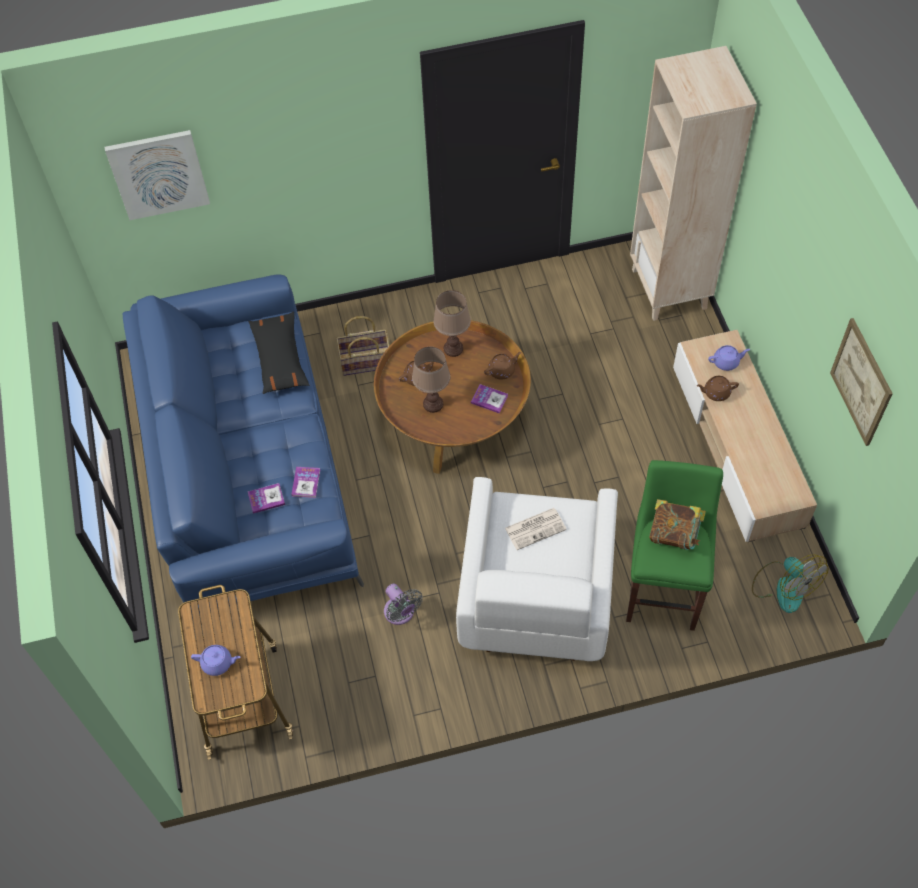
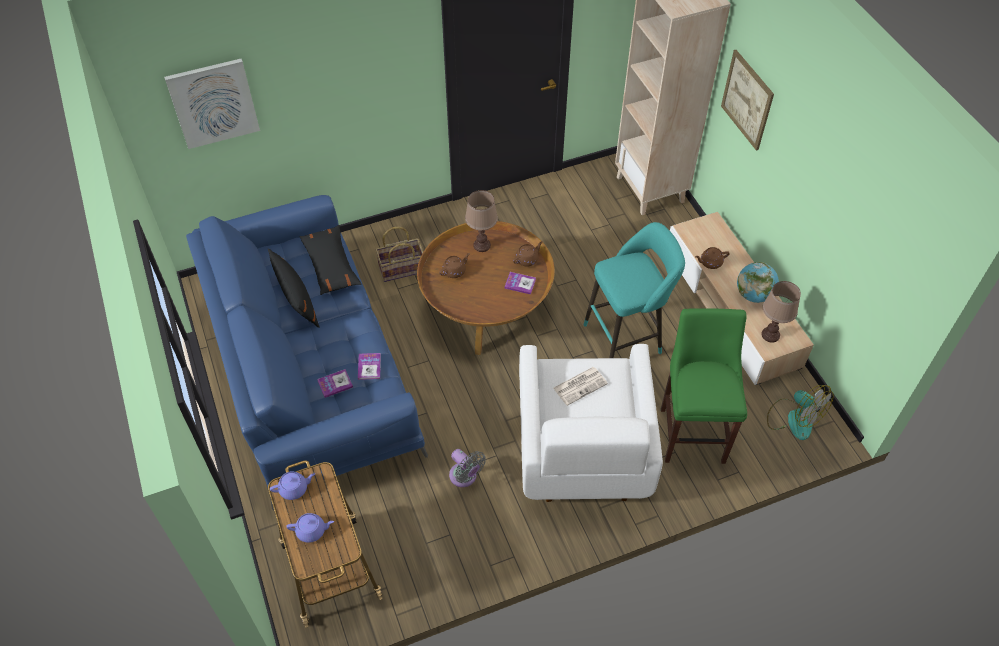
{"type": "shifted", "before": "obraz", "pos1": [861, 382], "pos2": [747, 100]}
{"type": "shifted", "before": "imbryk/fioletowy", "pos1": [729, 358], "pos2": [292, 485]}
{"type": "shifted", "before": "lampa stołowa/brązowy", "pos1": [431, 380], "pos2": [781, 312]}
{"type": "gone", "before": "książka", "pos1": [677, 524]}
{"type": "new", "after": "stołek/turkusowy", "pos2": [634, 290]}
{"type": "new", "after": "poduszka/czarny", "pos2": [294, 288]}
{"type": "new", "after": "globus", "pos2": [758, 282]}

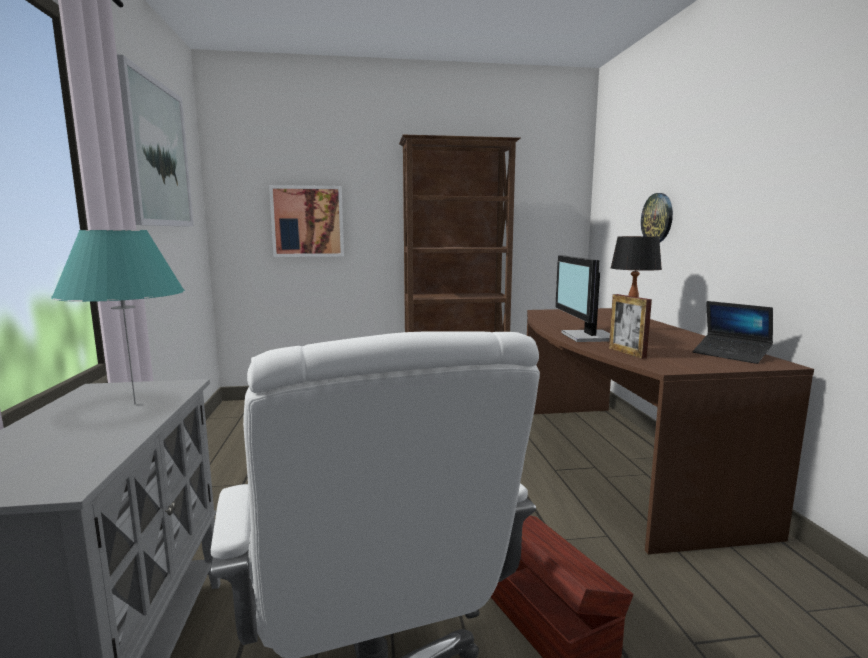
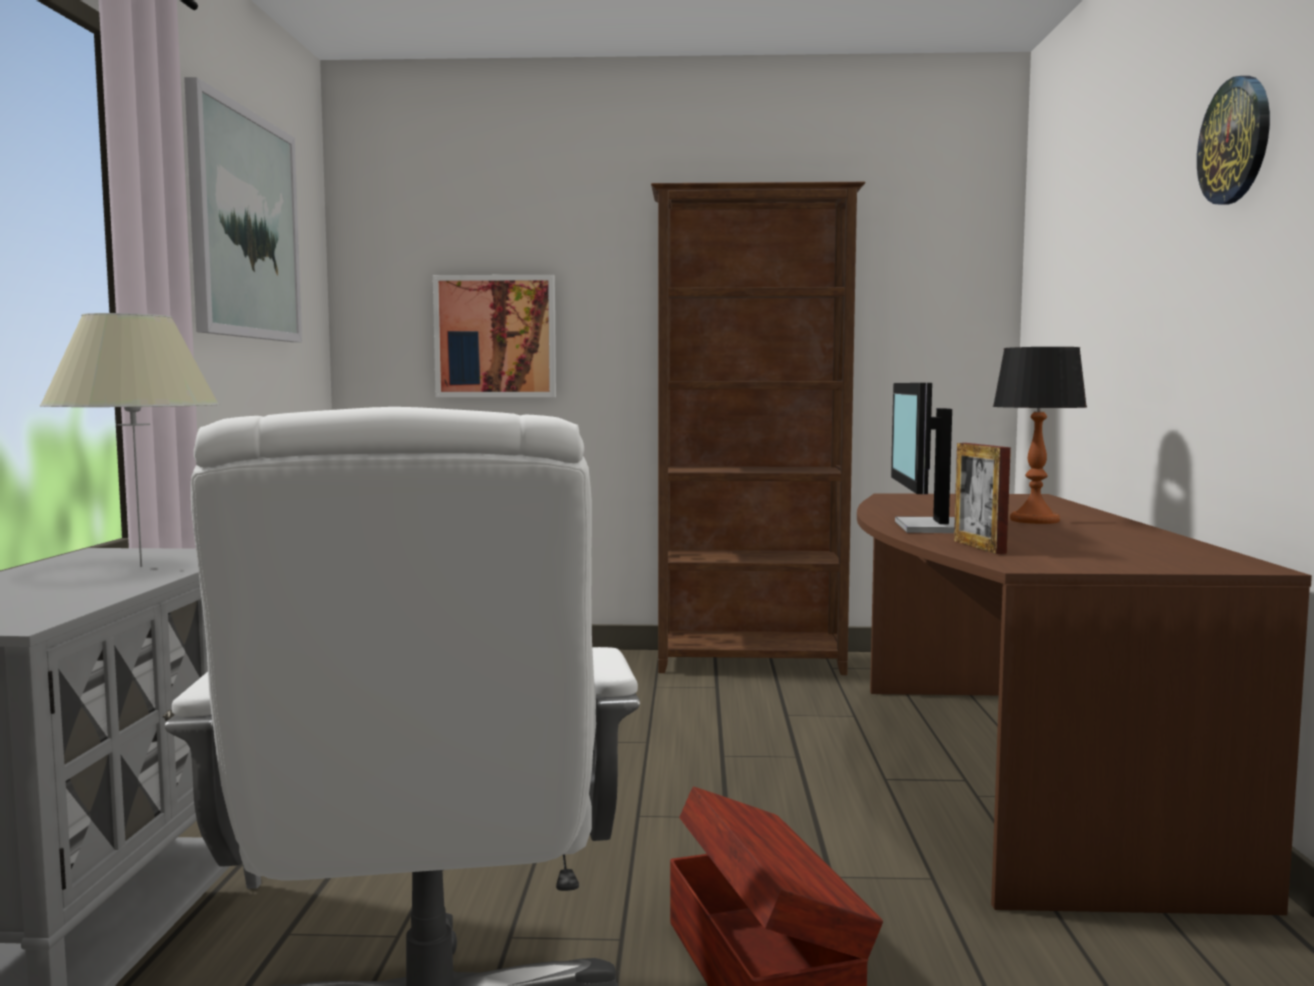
{"type": "shifted", "before": "zegar ścienny", "pos1": [657, 217], "pos2": [1233, 140]}
{"type": "repainted", "before": "lampa stołowa/turkusowy", "after": "lampa stołowa/beżowy", "pos1": [118, 317], "pos2": [129, 440]}
{"type": "gone", "before": "laptop", "pos1": [733, 332]}

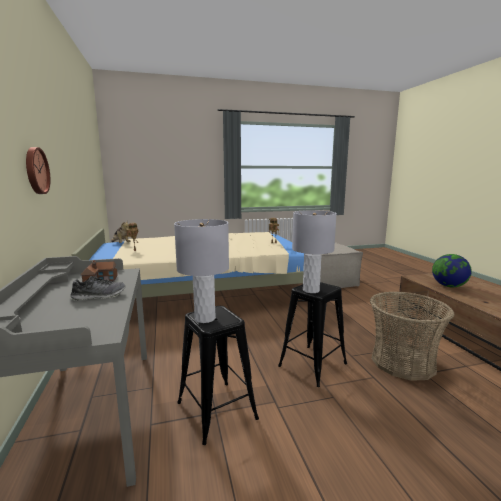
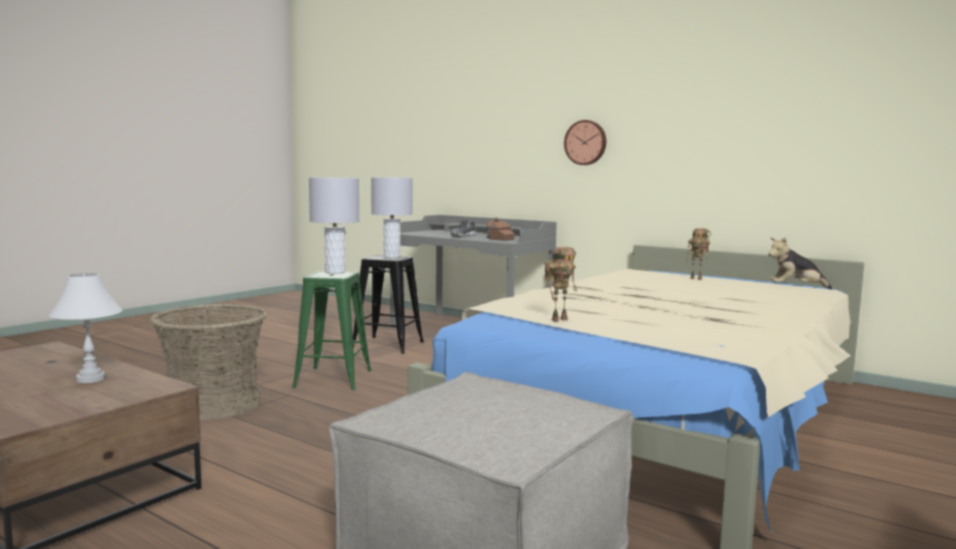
{"type": "swapped", "before": "globus", "after": "lampa stołowa/biały", "pos1": [452, 270], "pos2": [85, 328]}
{"type": "repainted", "before": "stołek/czarny", "after": "stołek/zielony", "pos1": [312, 334], "pos2": [331, 330]}

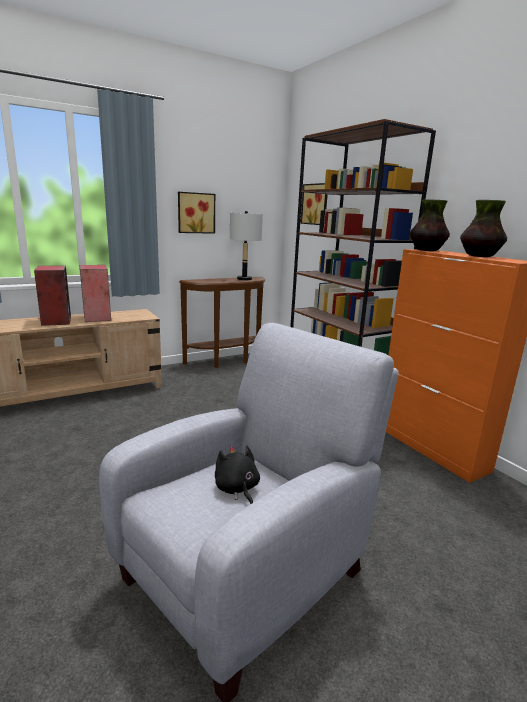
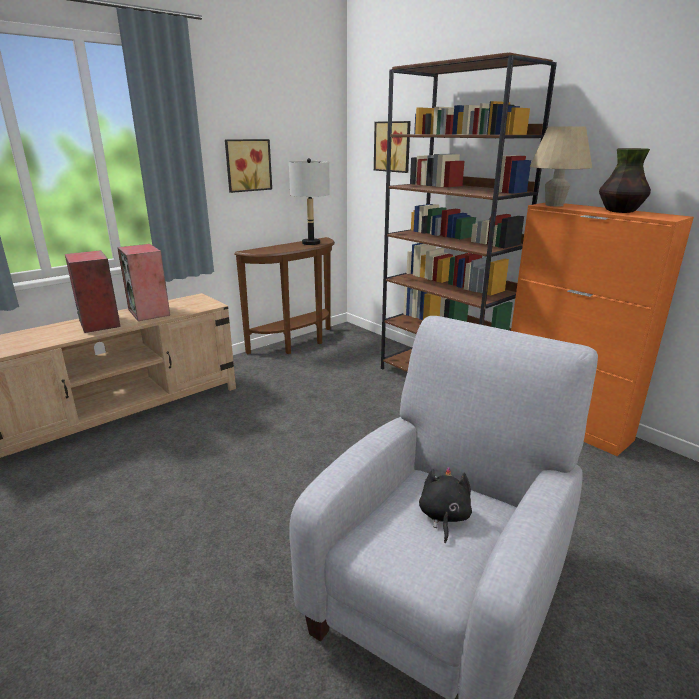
{"type": "swapped", "before": "wazon", "after": "lampa stołowa/beżowy", "pos1": [430, 225], "pos2": [561, 166]}
{"type": "rotated", "before": "pluszak/czarny", "pos1": [237, 474], "pos2": [445, 505], "turn": 45}

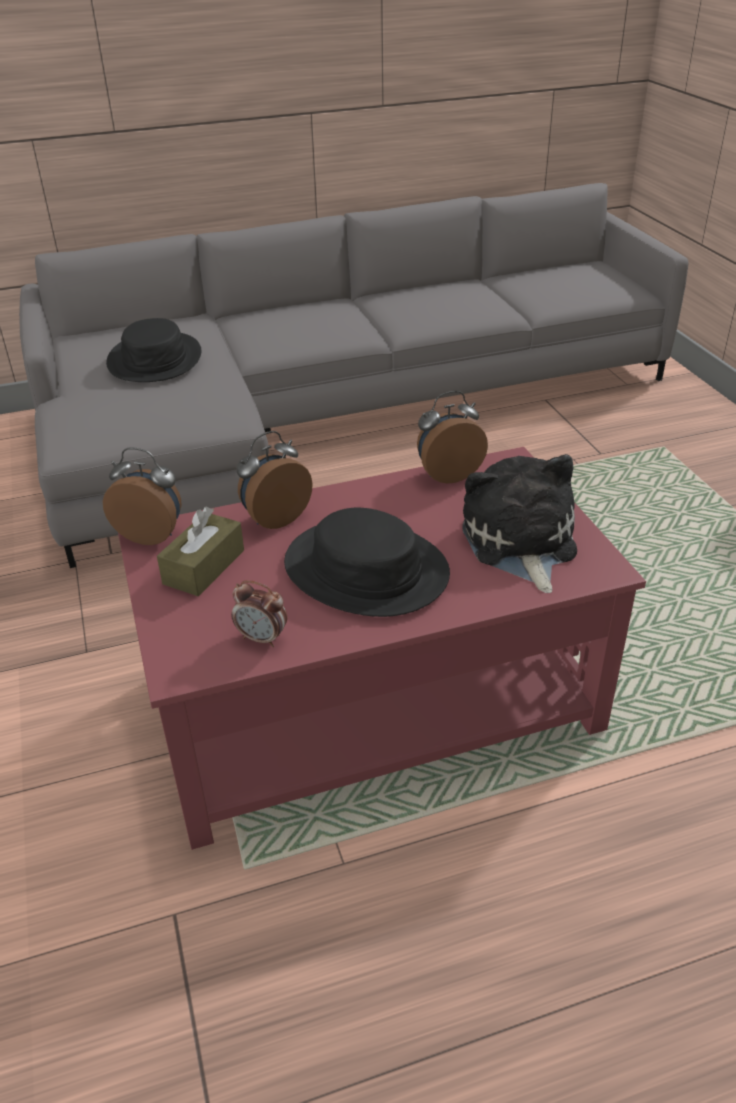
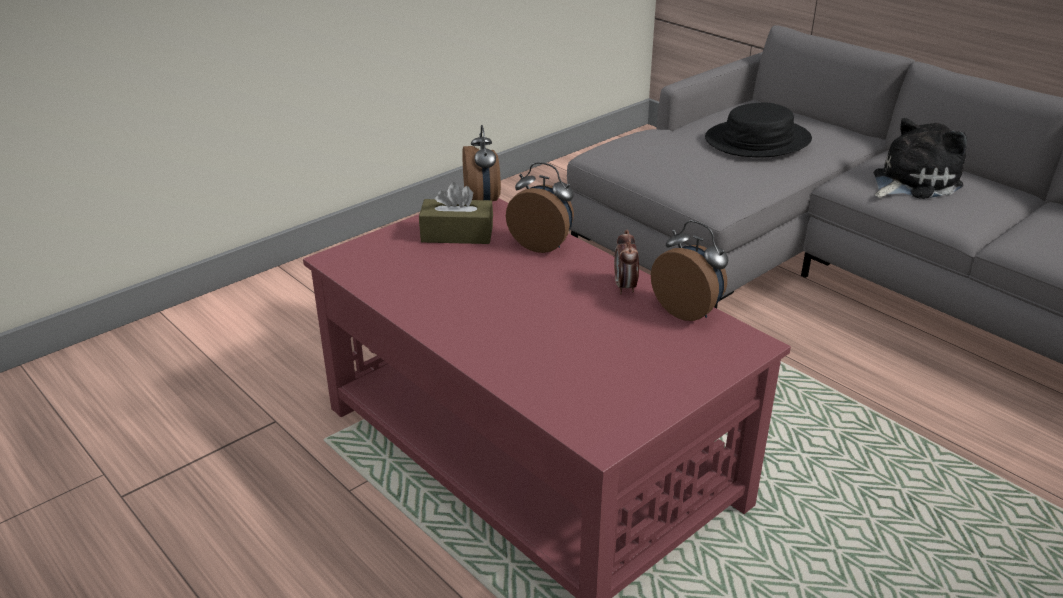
{"type": "shifted", "before": "pluszak", "pos1": [519, 523], "pos2": [920, 158]}
{"type": "gone", "before": "kapelusz/czarny", "pos1": [367, 562]}
{"type": "shifted", "before": "budzik", "pos1": [259, 613], "pos2": [626, 262]}

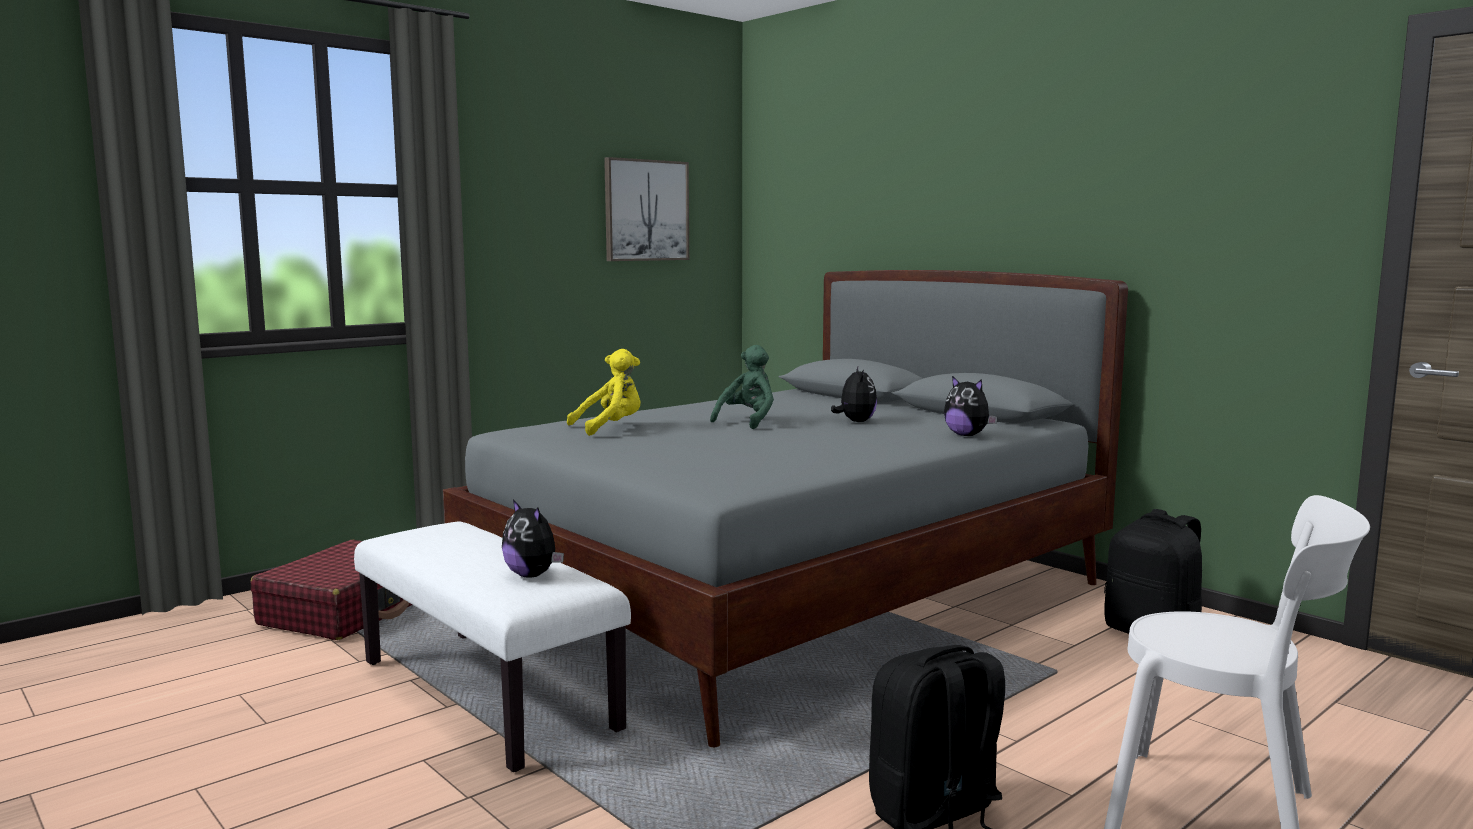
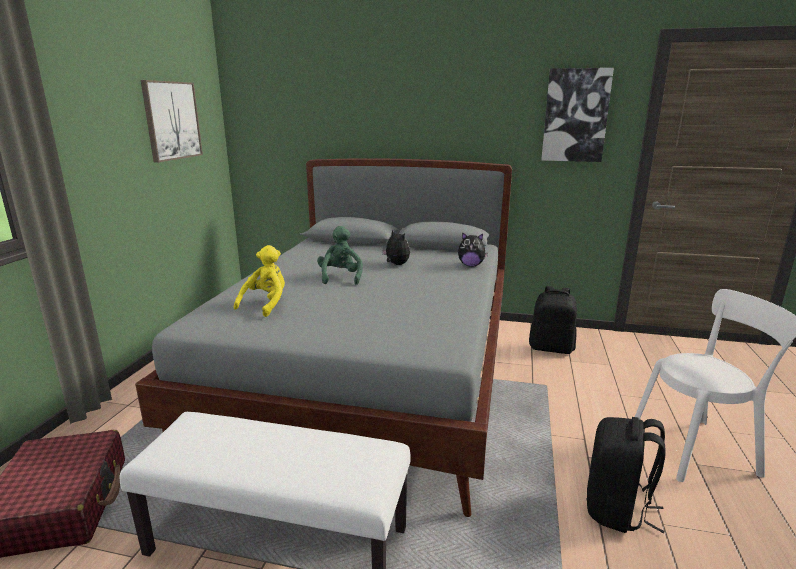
{"type": "gone", "before": "pluszak", "pos1": [533, 539]}
{"type": "new", "after": "obraz", "pos2": [577, 115]}

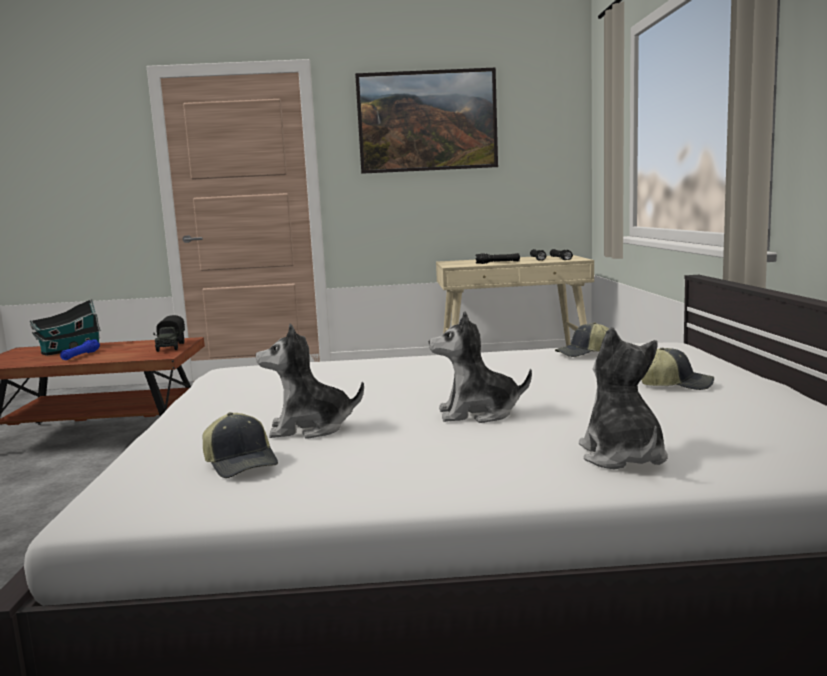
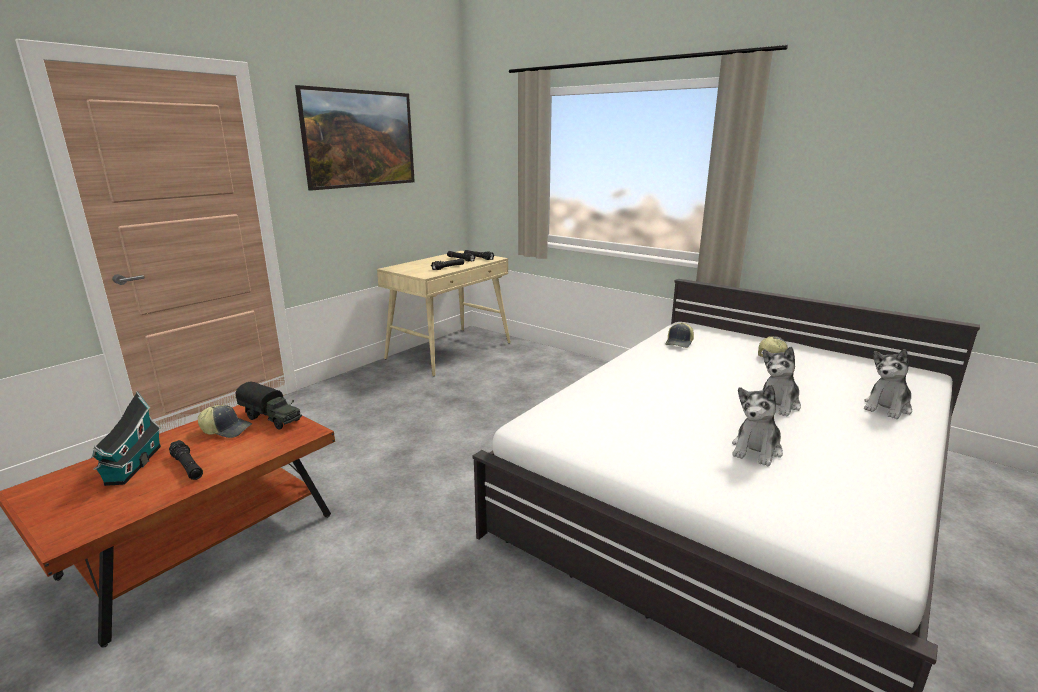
{"type": "rotated", "before": "pluszak", "pos1": [623, 398], "pos2": [888, 384], "turn": -75}
{"type": "repainted", "before": "latarka/niebieski", "after": "latarka/czarny", "pos1": [80, 350], "pos2": [186, 460]}
{"type": "shifted", "before": "czapka z daszkiem", "pos1": [240, 445], "pos2": [225, 421]}

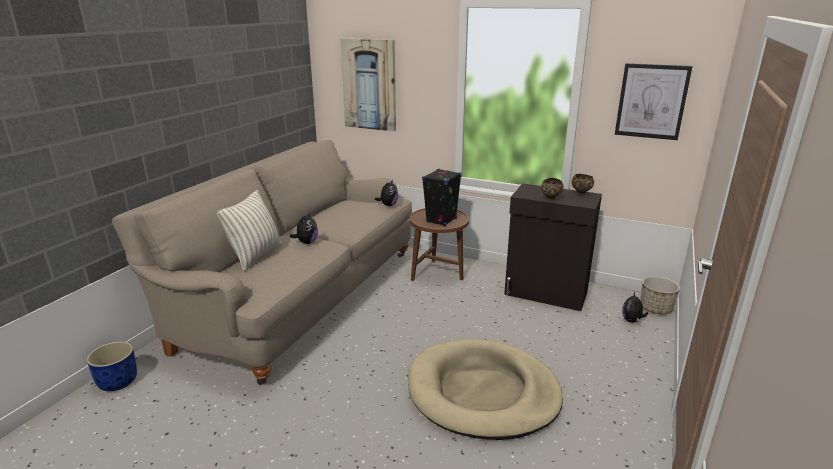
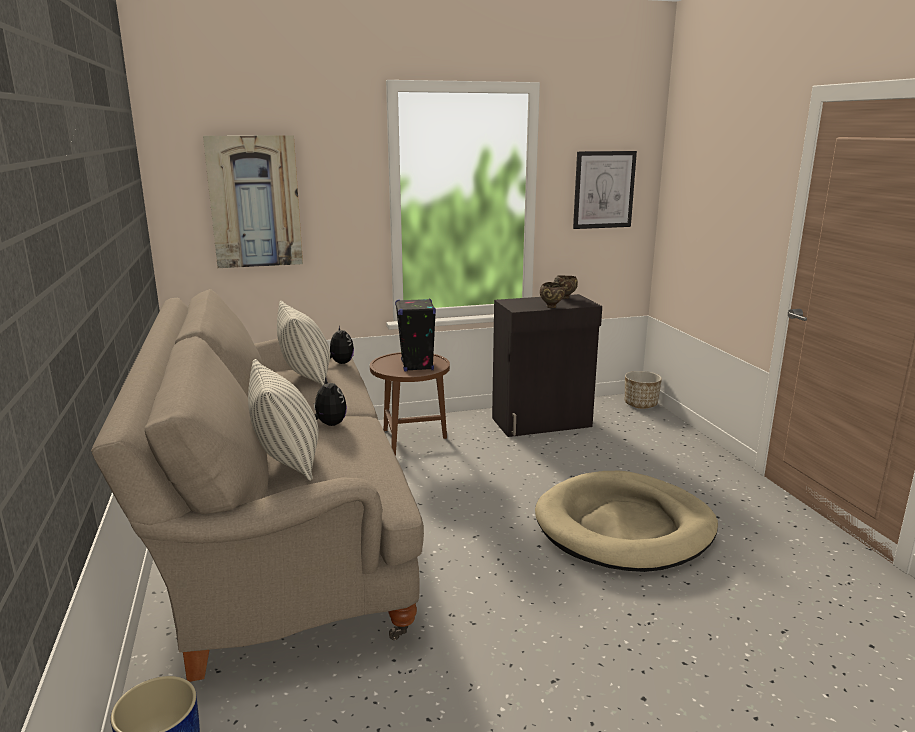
{"type": "gone", "before": "pluszak", "pos1": [635, 307]}
{"type": "new", "after": "poduszka", "pos2": [303, 343]}

